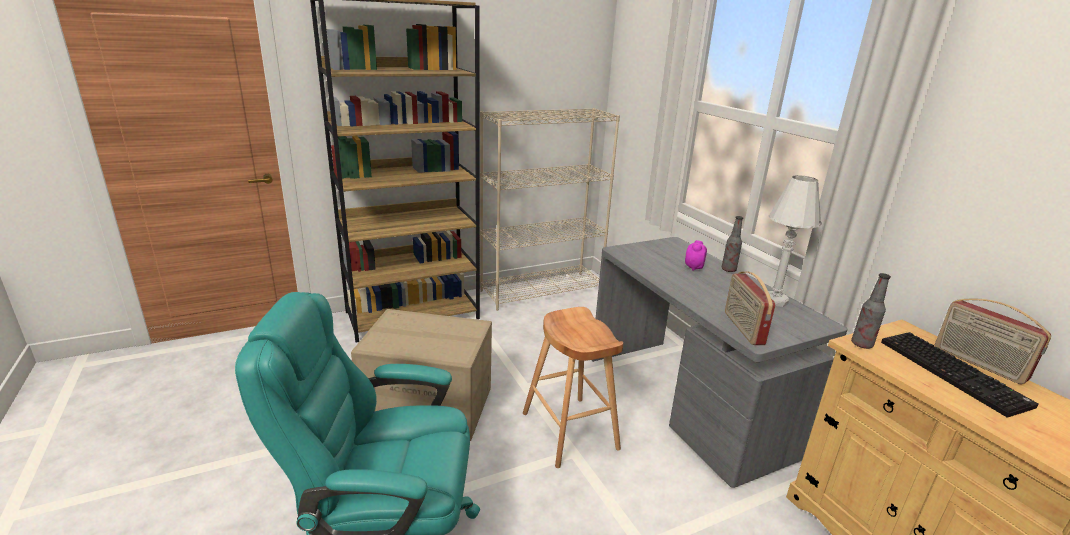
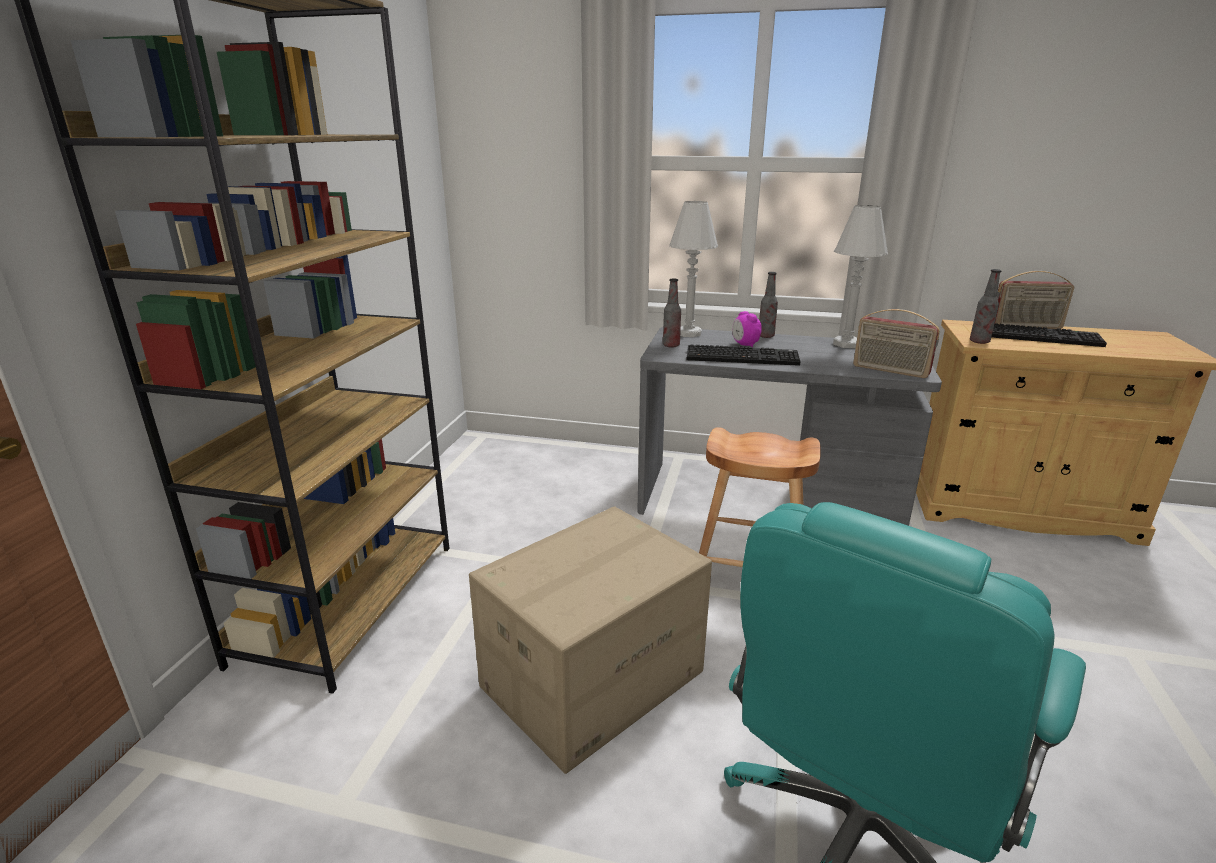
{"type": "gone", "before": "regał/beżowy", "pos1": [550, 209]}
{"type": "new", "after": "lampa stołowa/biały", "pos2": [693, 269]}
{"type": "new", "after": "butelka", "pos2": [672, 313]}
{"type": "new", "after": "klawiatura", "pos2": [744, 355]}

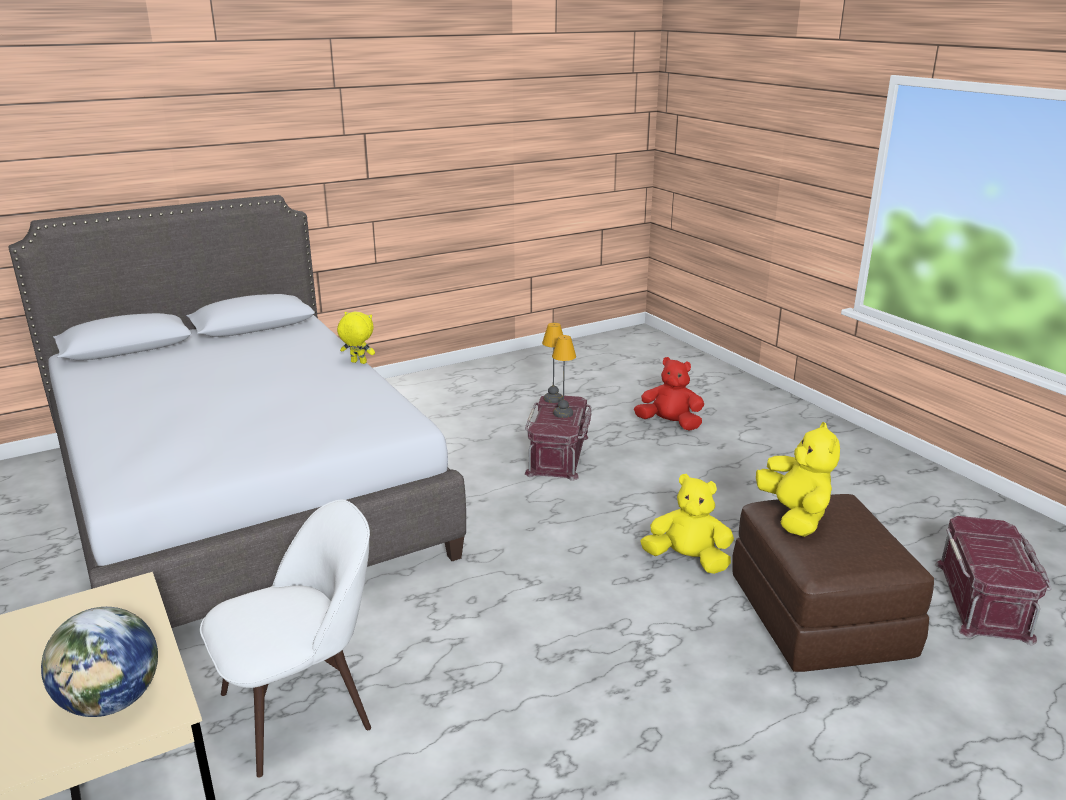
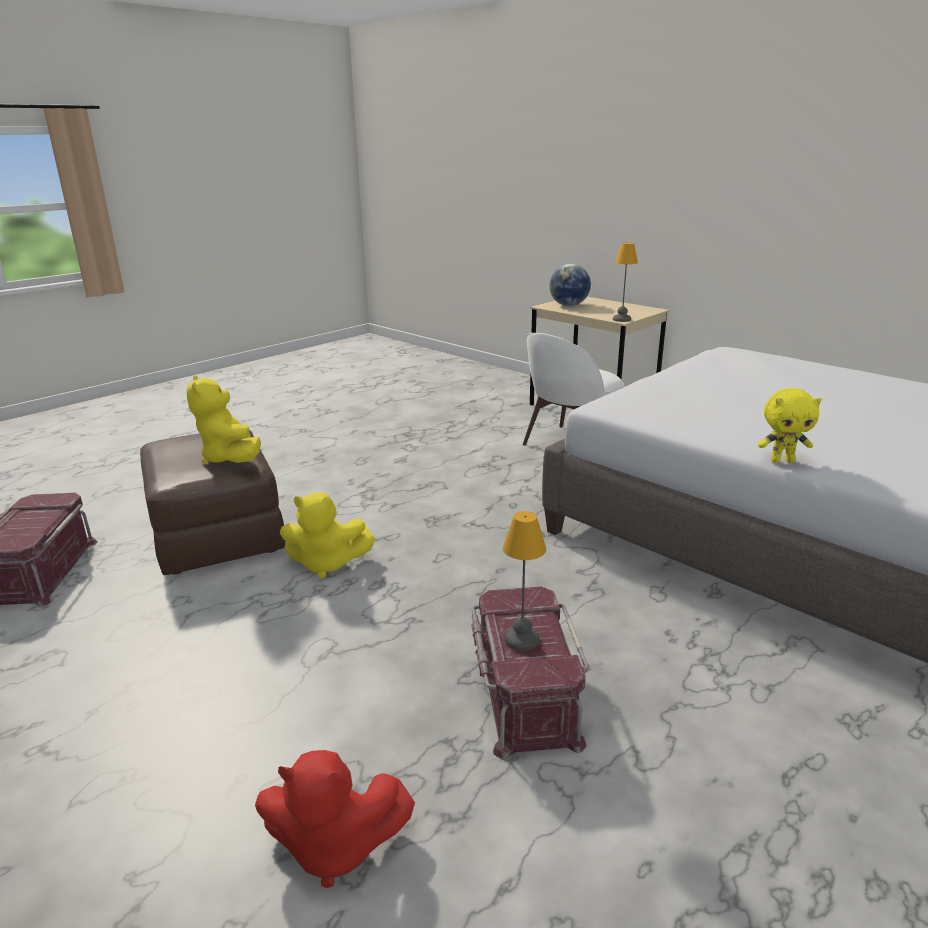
{"type": "shifted", "before": "lampa stołowa", "pos1": [552, 363], "pos2": [625, 282]}

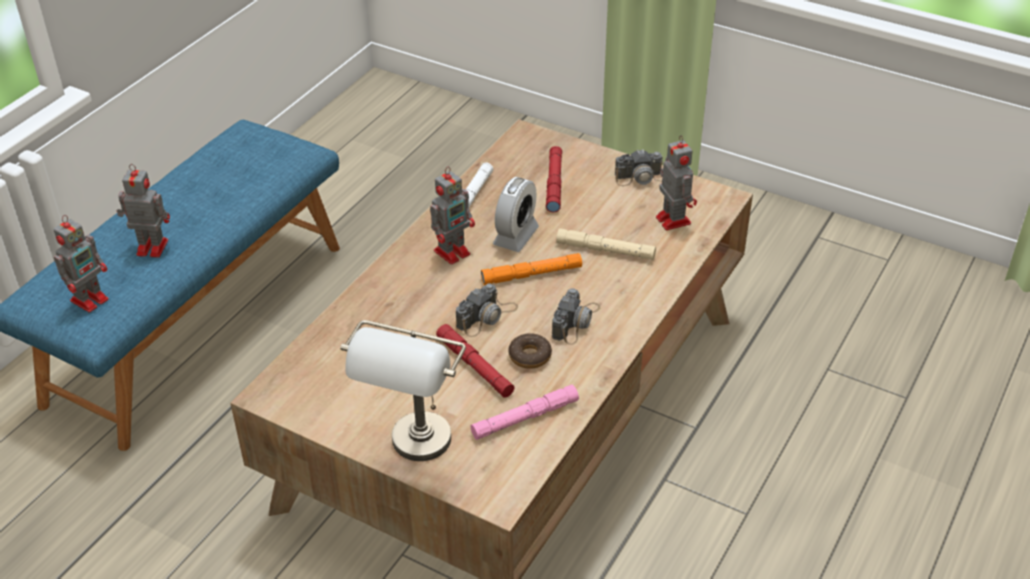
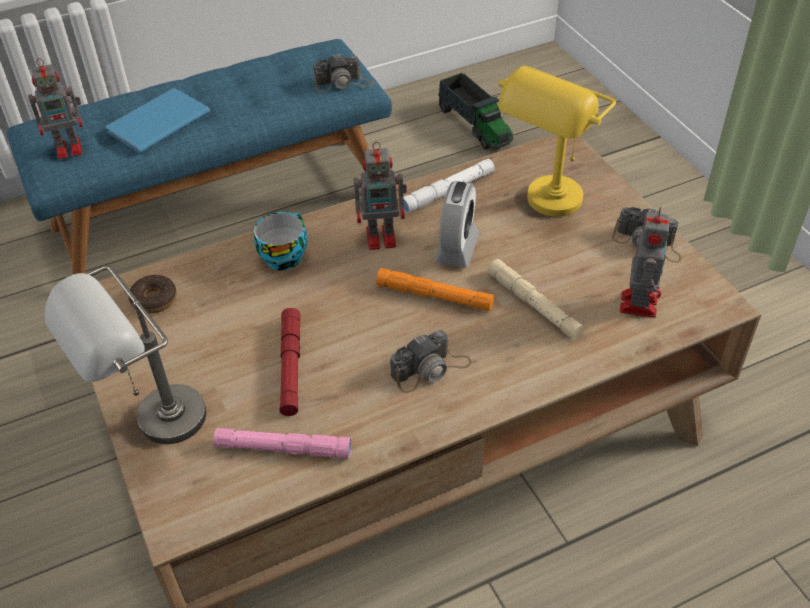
{"type": "swapped", "before": "latarka/czerwony", "after": "lampa stołowa/żółty", "pos1": [554, 179], "pos2": [557, 141]}
{"type": "swapped", "before": "robot zabawkowy", "after": "książka/niebieski", "pos1": [143, 211], "pos2": [158, 120]}
{"type": "rotated", "before": "budzik", "pos1": [516, 214], "pos2": [456, 224], "turn": -45}
{"type": "shifted", "before": "aparat fotograficzny", "pos1": [487, 310], "pos2": [343, 72]}
{"type": "shifted", "before": "donut", "pos1": [530, 351], "pos2": [152, 294]}
{"type": "new", "after": "ciężarówka zabawkowa", "pos2": [475, 111]}
{"type": "new", "after": "filiżanka", "pos2": [280, 241]}

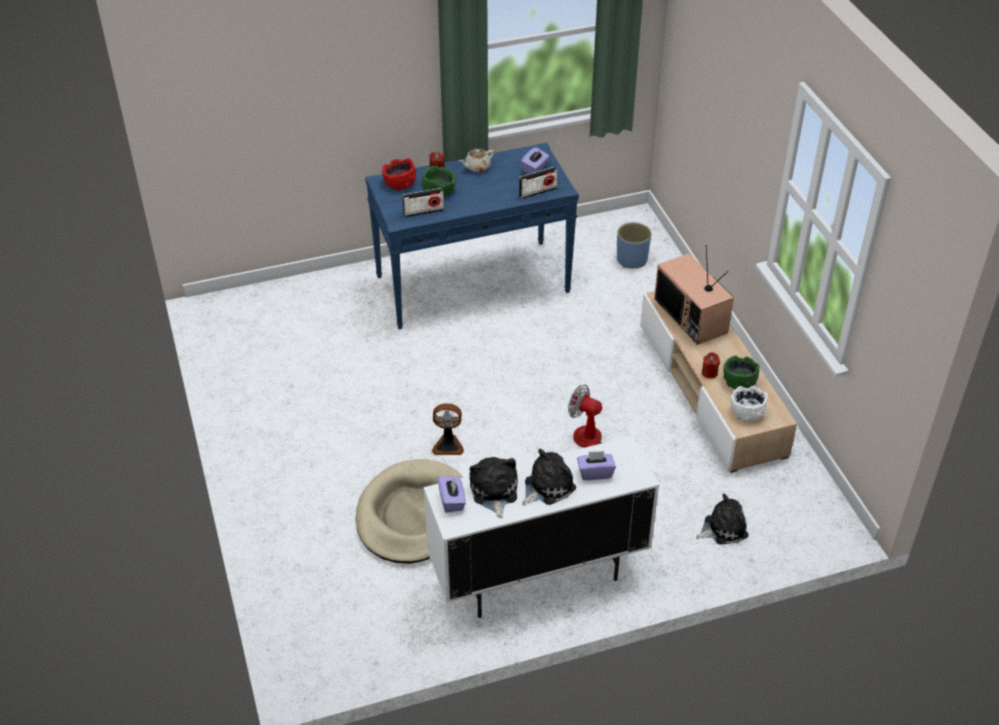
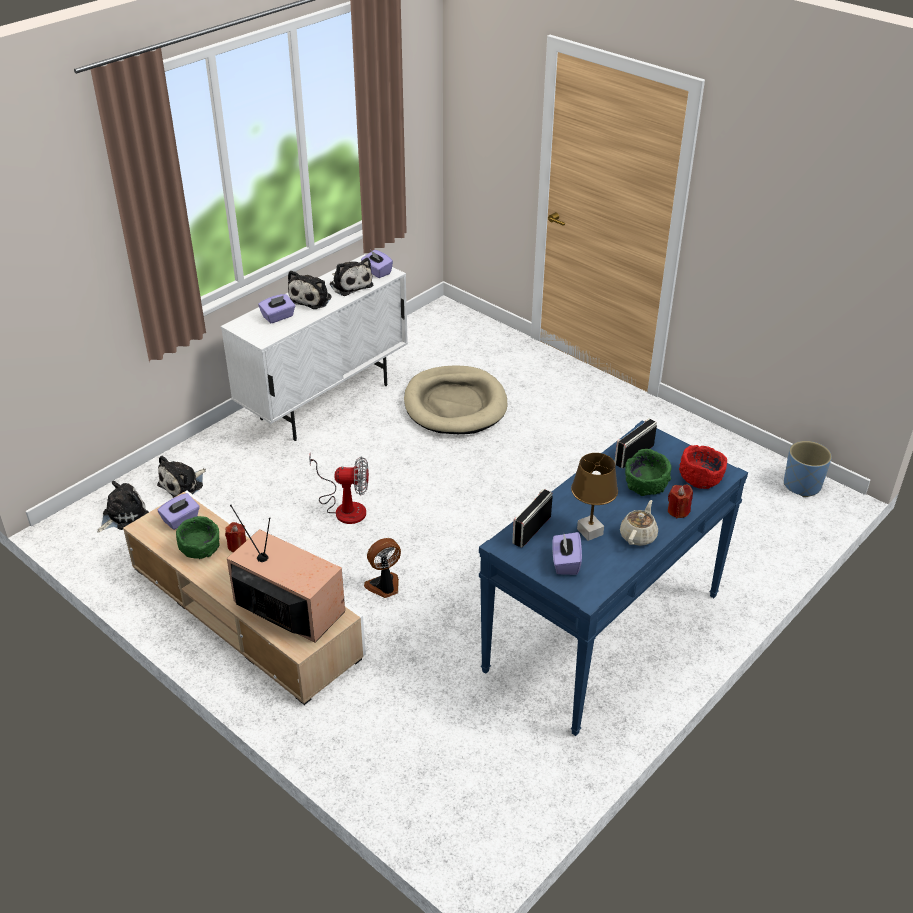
{"type": "shifted", "before": "donica/niebieski", "pos1": [634, 245], "pos2": [808, 469]}
{"type": "swapped", "before": "miska/biały", "after": "pudełko chusteczek/fioletowy", "pos1": [749, 403], "pos2": [179, 511]}
{"type": "shifted", "before": "wentylator", "pos1": [448, 429], "pos2": [382, 568]}
{"type": "new", "after": "lampa stołowa/brązowy", "pos2": [594, 497]}
{"type": "new", "after": "pluszak", "pos2": [123, 507]}

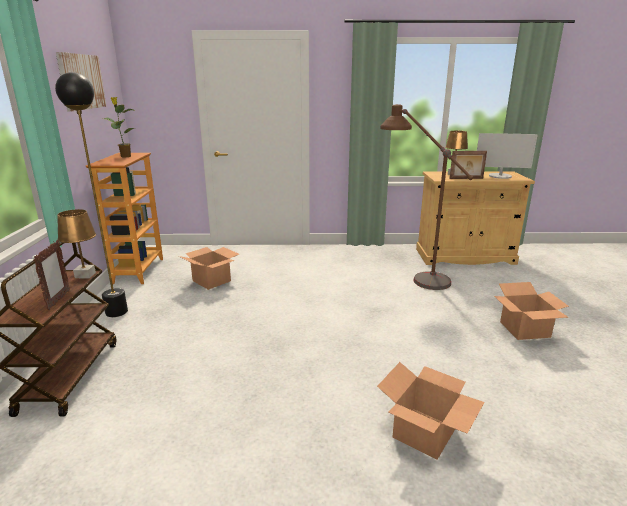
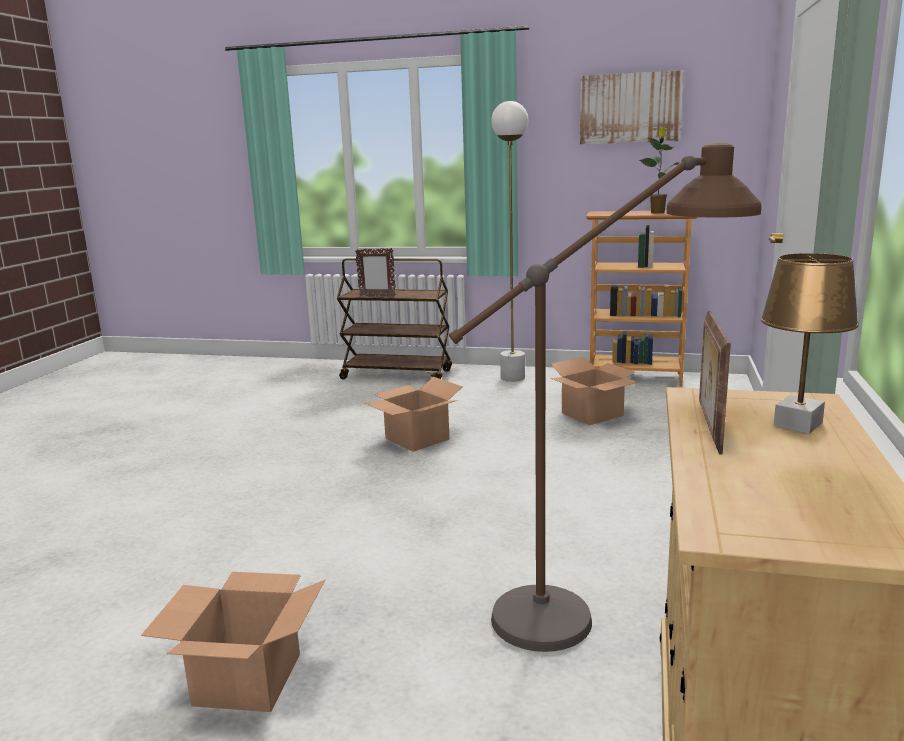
{"type": "repainted", "before": "lampa stojąca/czarny", "after": "lampa stojąca/biały", "pos1": [91, 194], "pos2": [509, 241]}
{"type": "gone", "before": "monitor", "pos1": [507, 156]}
{"type": "gone", "before": "lampa stołowa/brązowy", "pos1": [76, 243]}
{"type": "shifted", "before": "karton", "pos1": [431, 411], "pos2": [414, 414]}

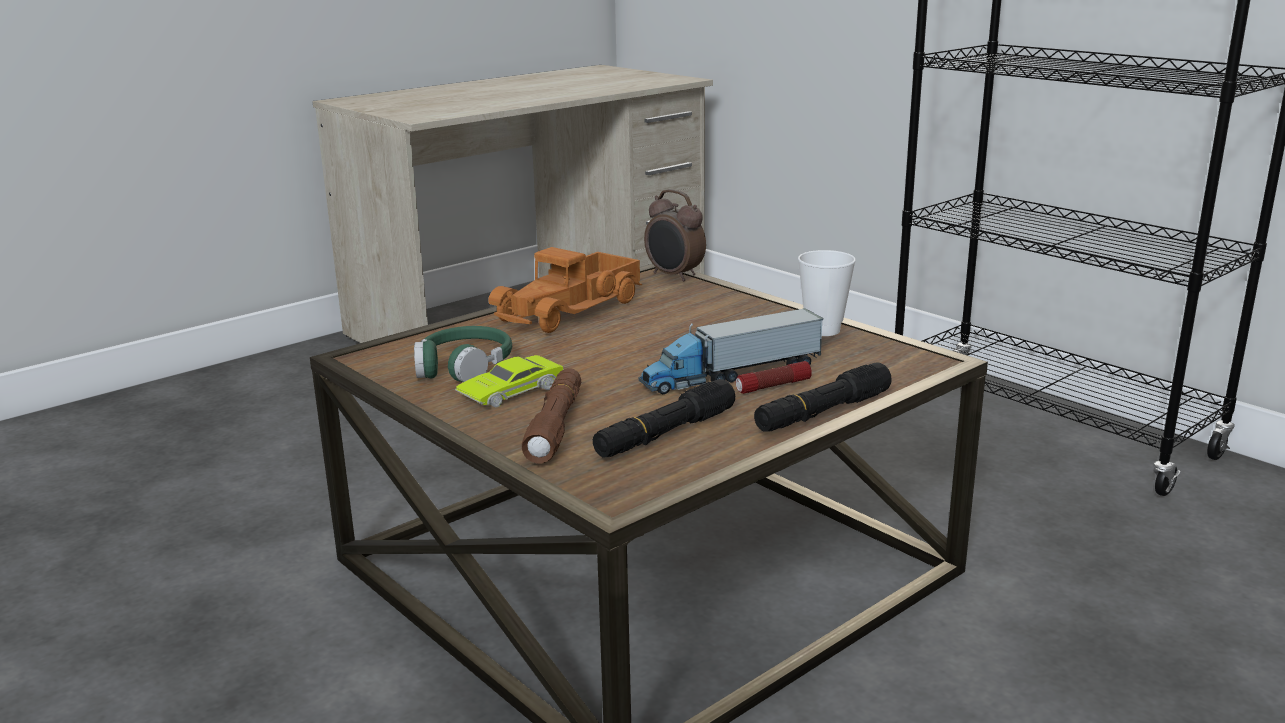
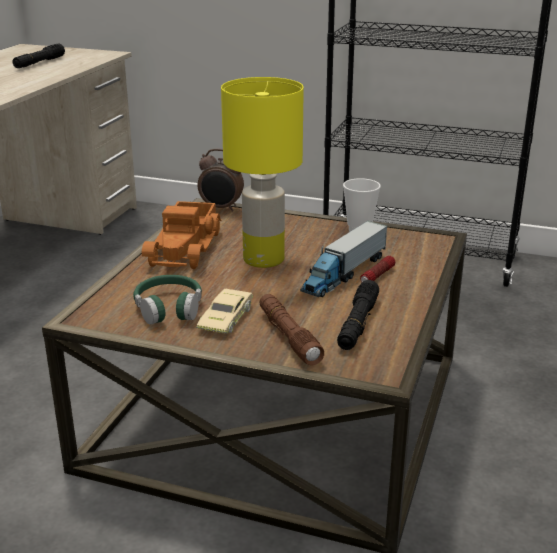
{"type": "repainted", "before": "samochodzik/zielony", "after": "samochodzik/beżowy", "pos1": [509, 381], "pos2": [224, 311]}
{"type": "shifted", "before": "latarka/czarny", "pos1": [823, 397], "pos2": [38, 56]}
{"type": "new", "after": "lampa stołowa/żółty", "pos2": [262, 172]}

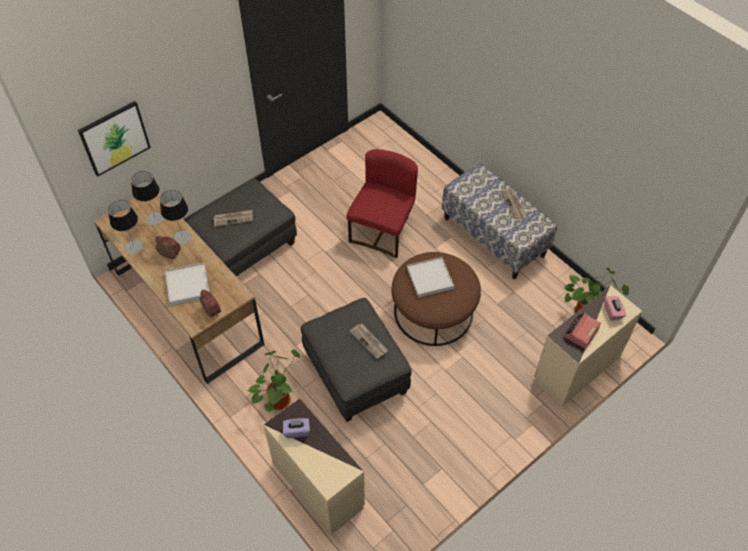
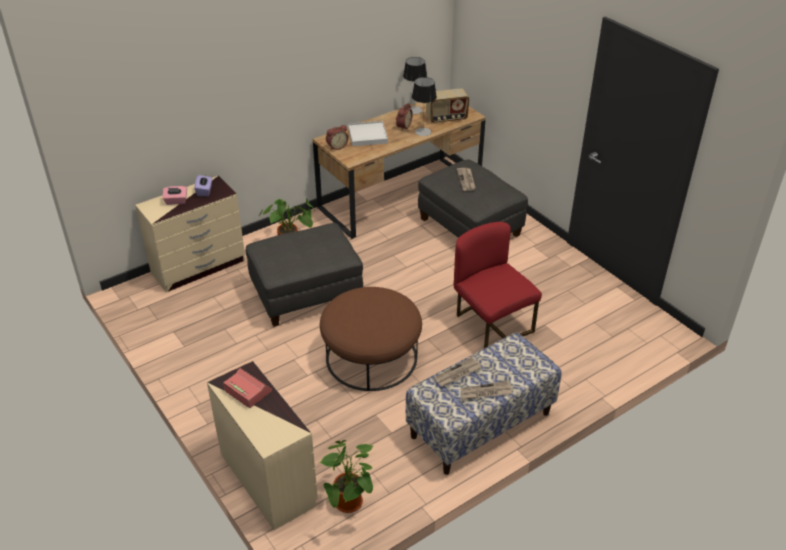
{"type": "gone", "before": "obraz", "pos1": [114, 139]}
{"type": "rotated", "before": "krzesło/czerwony", "pos1": [382, 203], "pos2": [498, 285], "turn": -150}
{"type": "swapped", "before": "lampa stołowa", "after": "radio", "pos1": [147, 198], "pos2": [447, 105]}
{"type": "gone", "before": "taca/biały", "pos1": [430, 277]}
{"type": "shifted", "before": "pudełko chusteczek/różowy", "pos1": [615, 308], "pos2": [175, 195]}
{"type": "shifted", "before": "gazeta", "pos1": [369, 341], "pos2": [458, 372]}

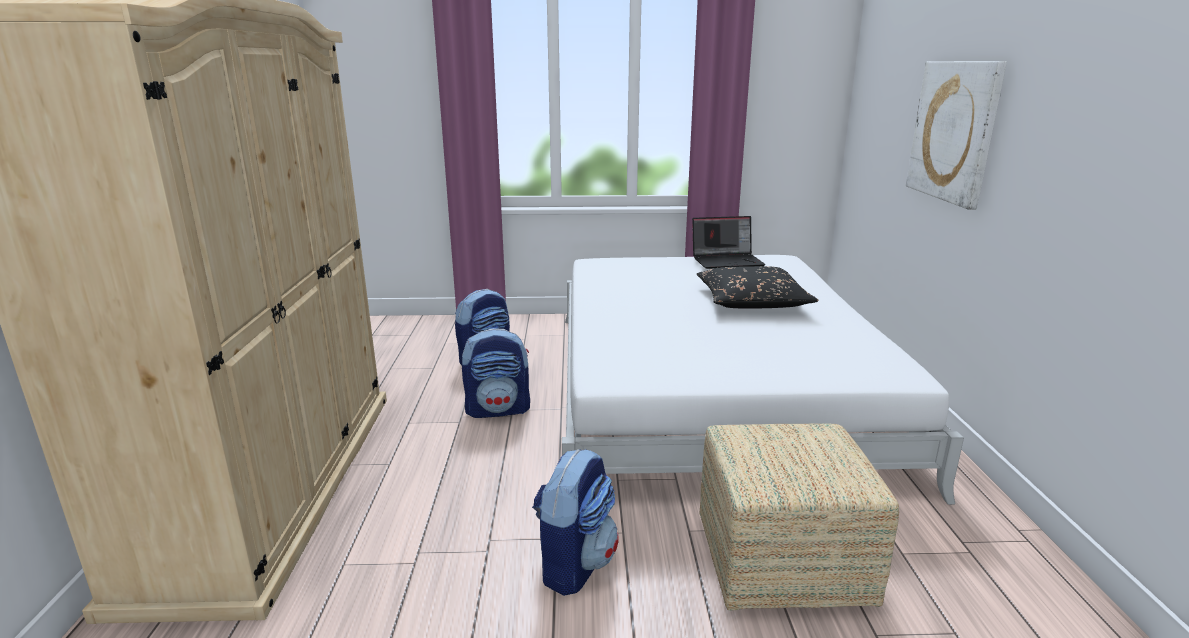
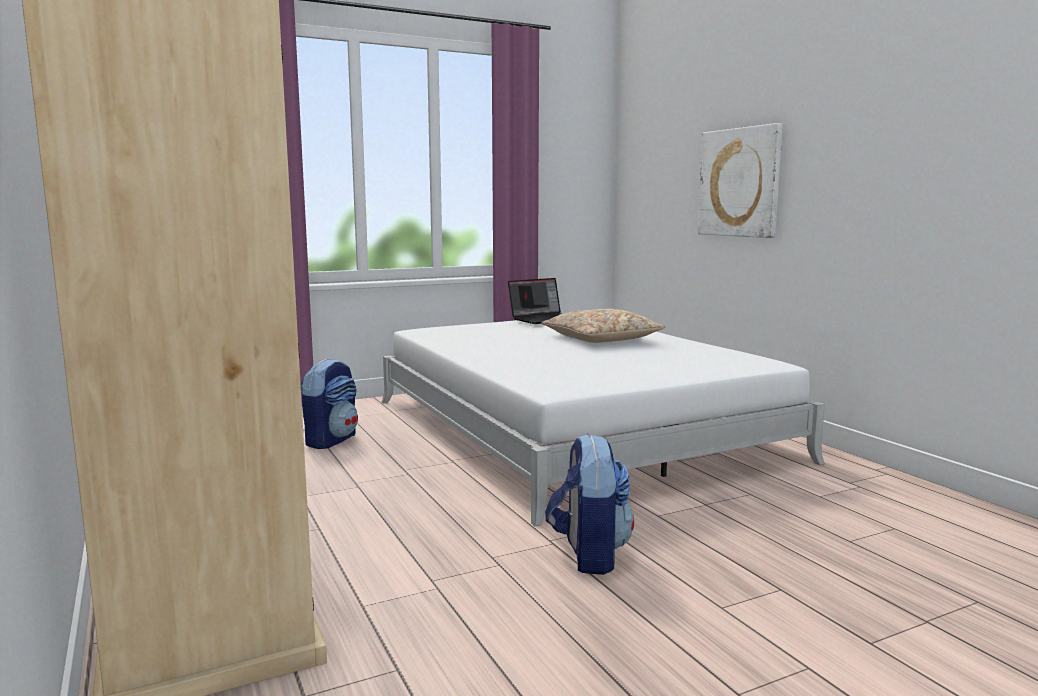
{"type": "repainted", "before": "poduszka/czarny", "after": "poduszka/beżowy", "pos1": [757, 287], "pos2": [604, 326]}
{"type": "gone", "before": "plecak", "pos1": [496, 373]}
{"type": "gone", "before": "pufa", "pos1": [799, 517]}

